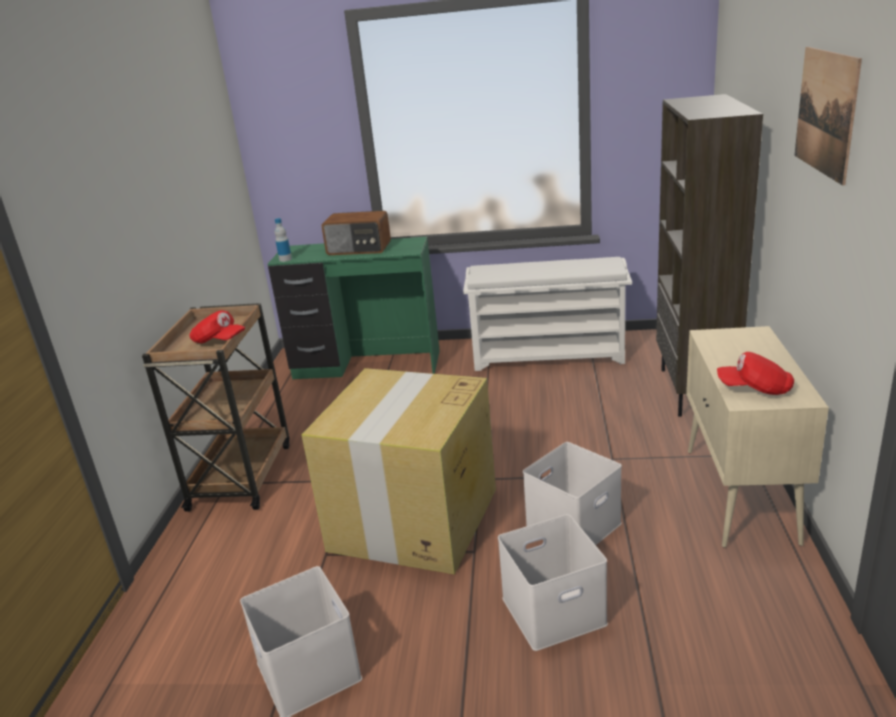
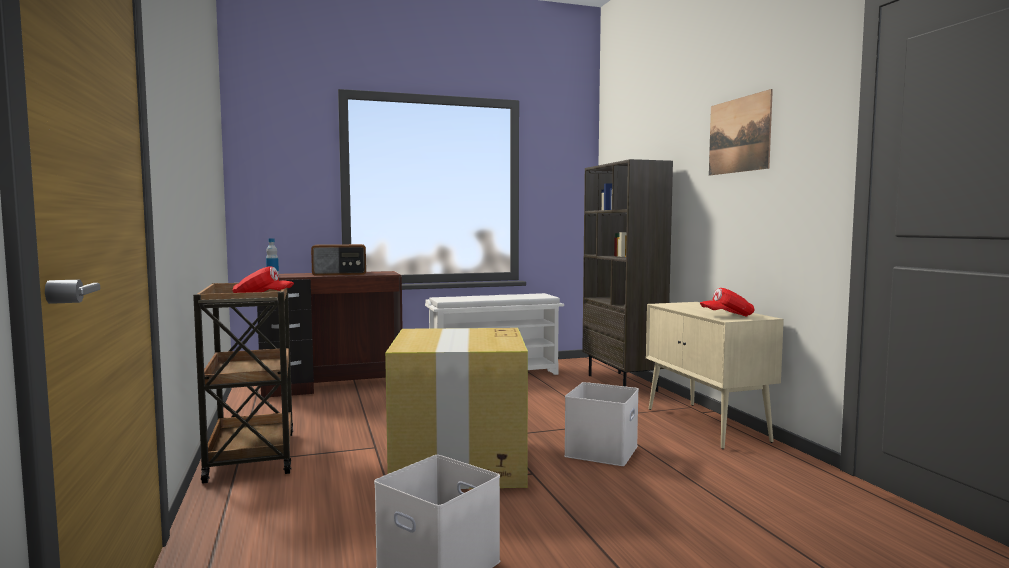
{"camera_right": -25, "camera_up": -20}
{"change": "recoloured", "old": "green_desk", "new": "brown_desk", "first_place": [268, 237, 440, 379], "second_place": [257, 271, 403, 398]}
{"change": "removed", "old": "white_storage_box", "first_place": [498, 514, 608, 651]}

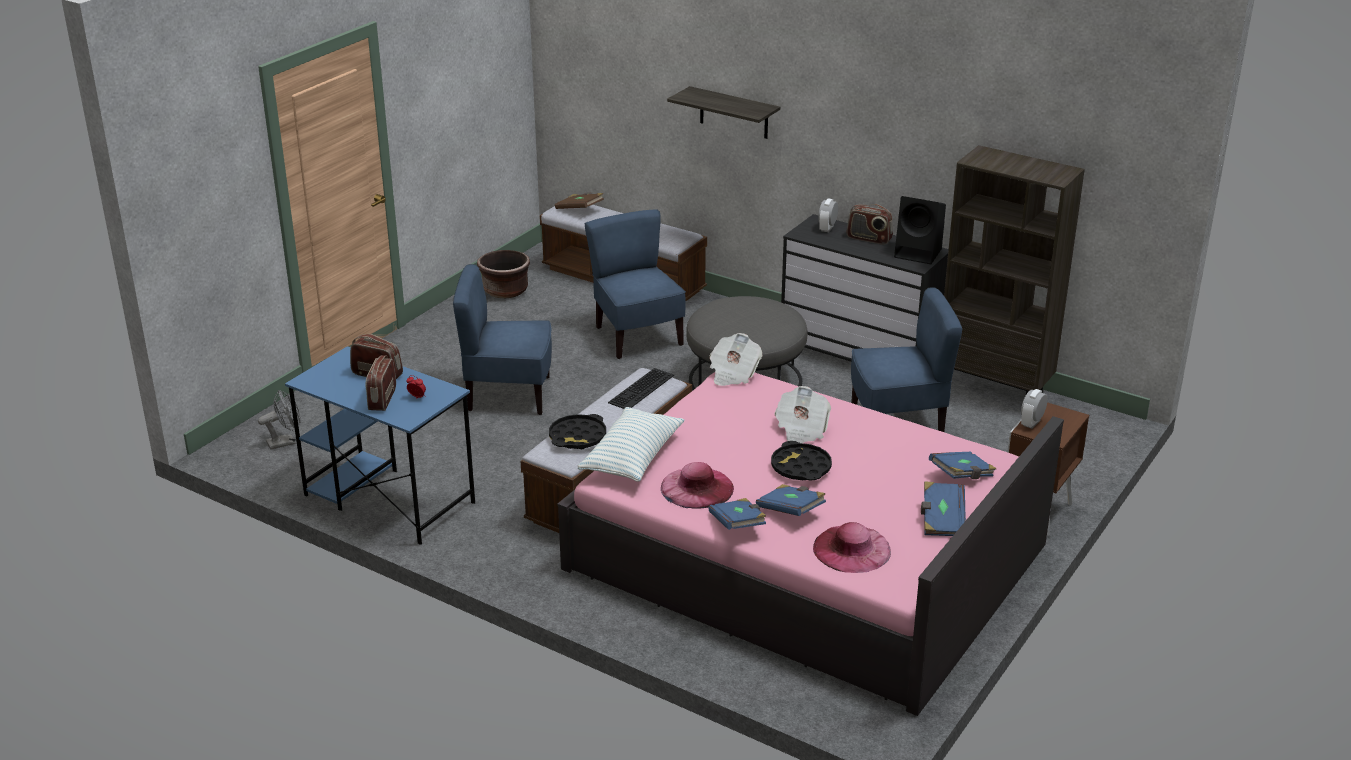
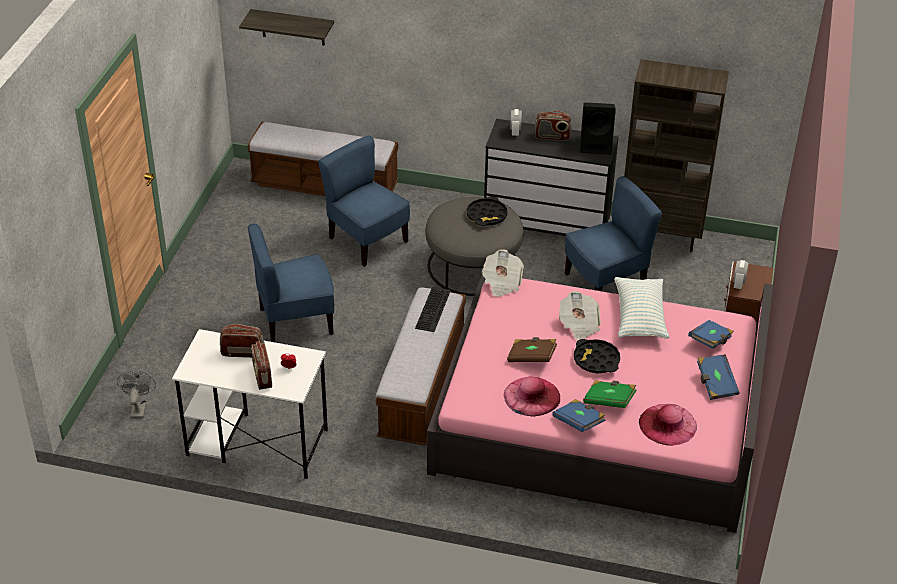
{"camera_right": -20, "camera_up": 10}
{"change": "turned", "old": "grey_fan", "first_place": [258, 390, 300, 450], "second_place": [117, 370, 156, 419], "degrees": -45}
{"change": "recoloured", "old": "blue_desk", "new": "white_desk", "first_place": [285, 346, 475, 545], "second_place": [172, 329, 328, 479]}
{"change": "removed", "old": "brown_planter", "first_place": [477, 250, 530, 298]}
{"change": "moved", "old": "black_tray", "first_place": [549, 414, 606, 449], "second_place": [467, 196, 508, 226]}
{"change": "moved", "old": "brown_book", "first_place": [555, 192, 604, 209], "second_place": [507, 337, 557, 362]}
{"change": "moved", "old": "pillow", "first_place": [578, 407, 685, 481], "second_place": [614, 277, 669, 339]}
{"change": "moved", "old": "shelf", "first_place": [667, 86, 780, 139], "second_place": [239, 9, 334, 45]}
{"change": "recoloured", "old": "blue_book", "new": "green_book", "first_place": [756, 484, 826, 516], "second_place": [583, 380, 637, 408]}

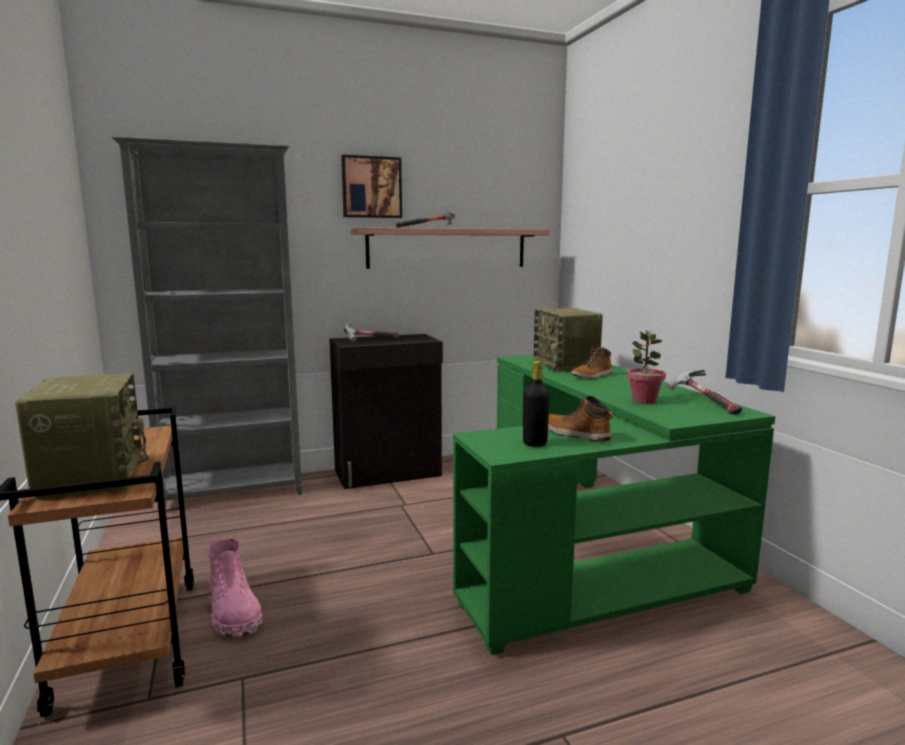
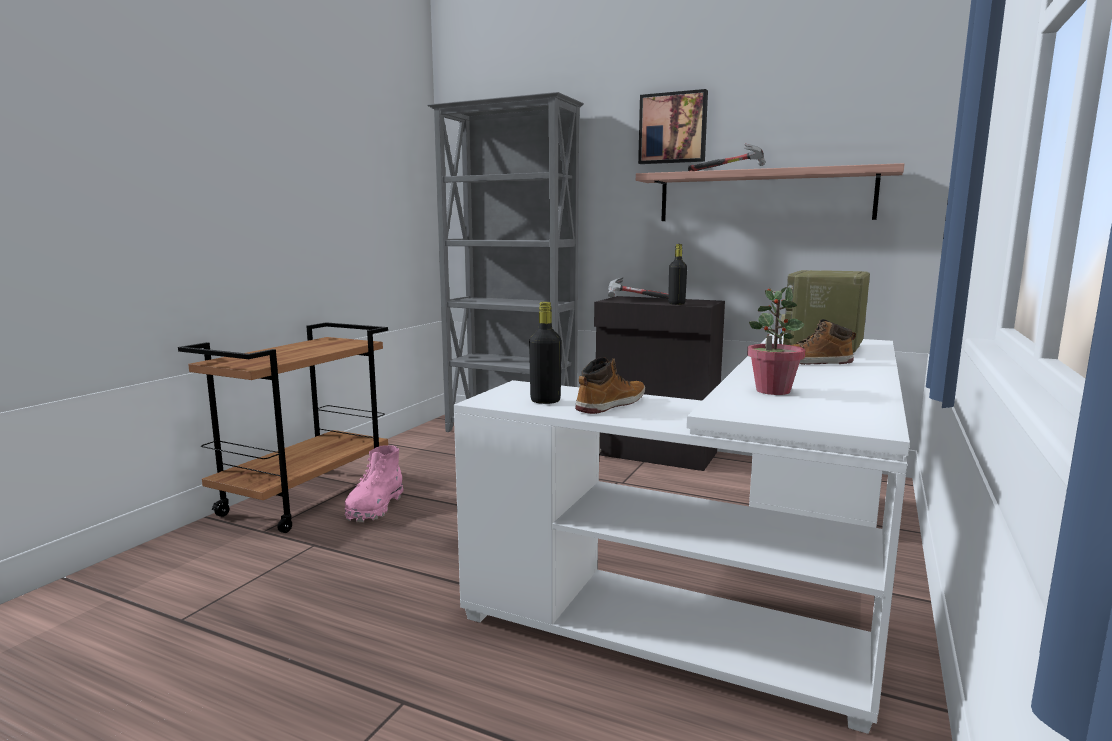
{"camera_right": 45, "camera_up": 0}
{"change": "removed", "old": "radio", "first_place": [15, 373, 149, 500]}
{"change": "recoloured", "old": "green_desk", "new": "white_desk", "first_place": [453, 355, 775, 655], "second_place": [454, 333, 910, 734]}
{"change": "turned", "old": "boot", "first_place": [548, 396, 613, 442], "second_place": [575, 357, 645, 414], "degrees": 45}
{"change": "removed", "old": "hammer", "first_place": [667, 370, 742, 415]}
{"change": "added", "new": "black_bottle", "second_place": [668, 244, 687, 305]}

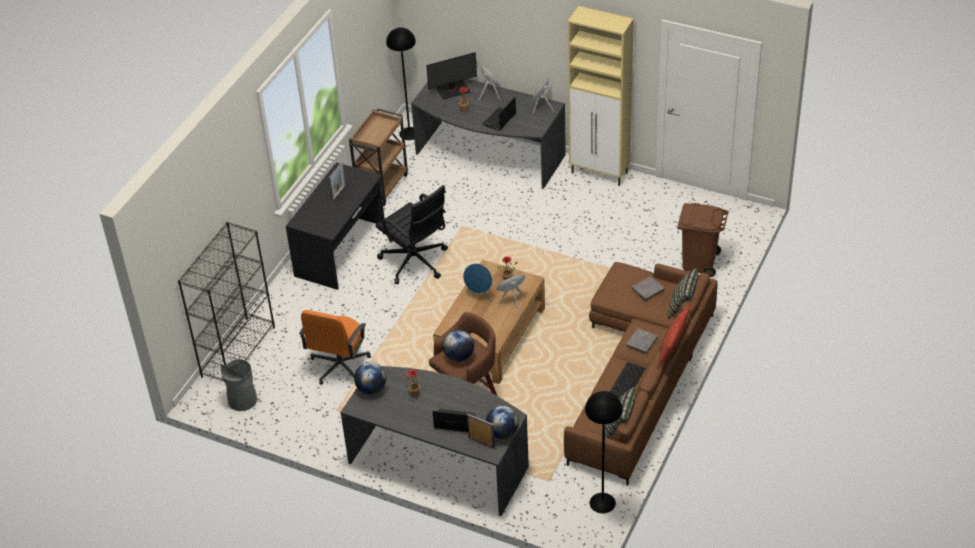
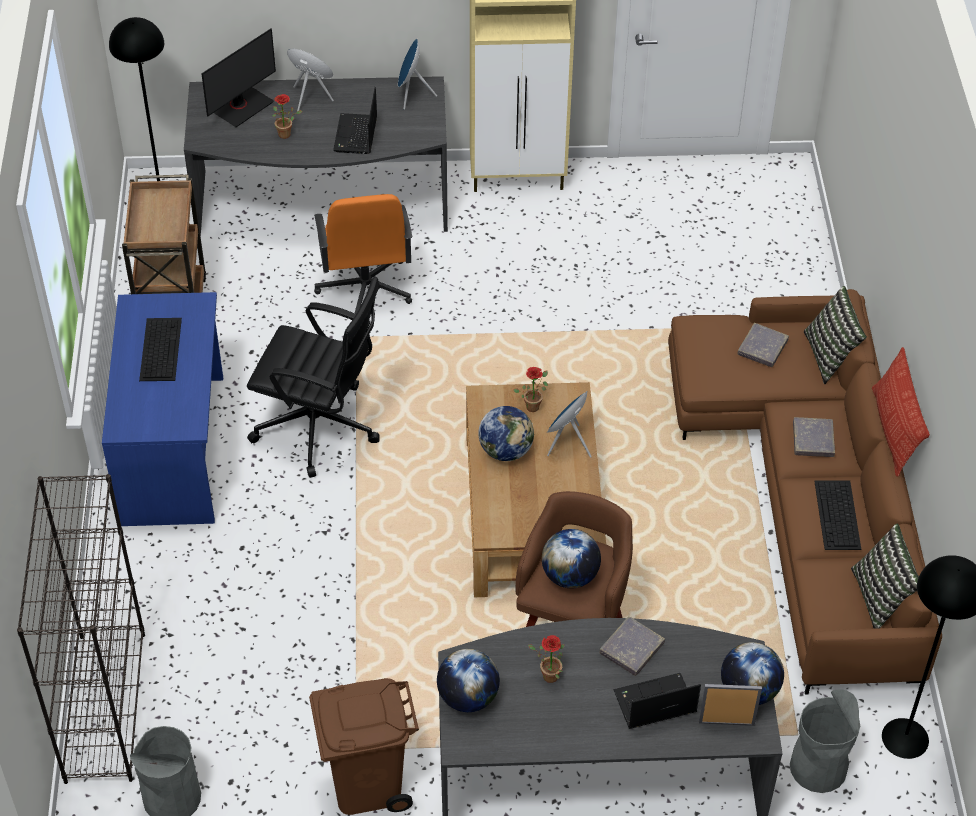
{"camera_right": -30, "camera_up": 5}
{"change": "recoloured", "old": "black_desk", "new": "blue_desk", "first_place": [286, 162, 384, 290], "second_place": [102, 292, 223, 526]}
{"change": "moved", "old": "orange_office_chair", "first_place": [299, 310, 371, 385], "second_place": [314, 194, 412, 314]}
{"change": "replaced", "old": "picture_frame", "new": "keyboard", "first_place": [329, 162, 346, 201], "second_place": [139, 318, 182, 381]}
{"change": "replaced", "old": "blue_speaker", "new": "globe", "first_place": [463, 263, 493, 301], "second_place": [478, 406, 534, 462]}
{"change": "moved", "old": "brown_trash_can", "first_place": [677, 203, 729, 277], "second_place": [309, 678, 419, 815]}
{"change": "added", "new": "grey_book", "second_place": [599, 616, 665, 676]}
{"change": "added", "new": "grey_trash_can", "second_place": [790, 689, 860, 793]}

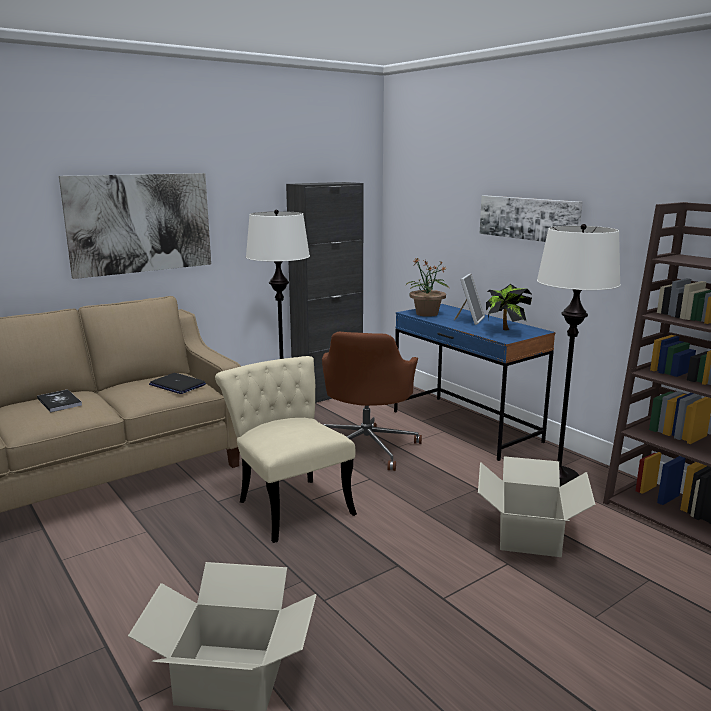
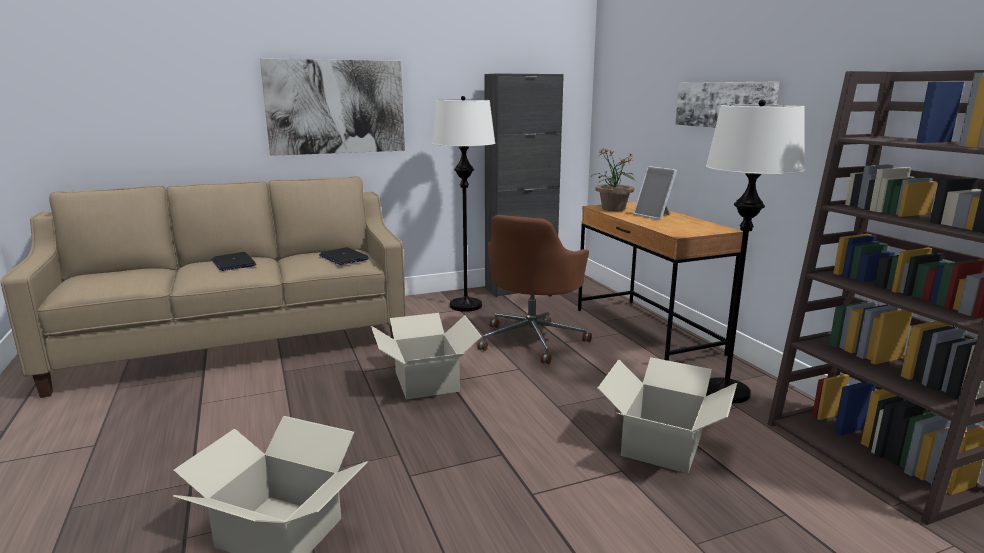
{"camera_right": 15, "camera_up": 0}
{"change": "replaced", "old": "book", "new": "laptop", "first_place": [37, 389, 82, 412], "second_place": [211, 252, 256, 271]}
{"change": "replaced", "old": "beige_chair", "new": "cardboard_box", "first_place": [215, 356, 357, 543], "second_place": [371, 313, 482, 400]}
{"change": "recoloured", "old": "blue_desk", "new": "brown_desk", "first_place": [394, 304, 555, 461], "second_place": [578, 202, 743, 361]}
{"change": "turned", "old": "picture_frame", "first_place": [454, 273, 485, 325], "second_place": [633, 166, 677, 220], "degrees": 105}
{"change": "removed", "old": "potted_plant", "first_place": [486, 284, 532, 330]}

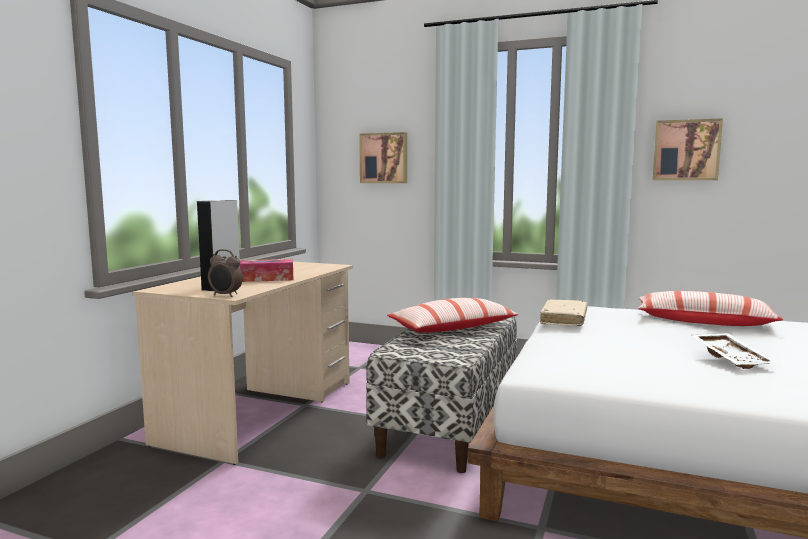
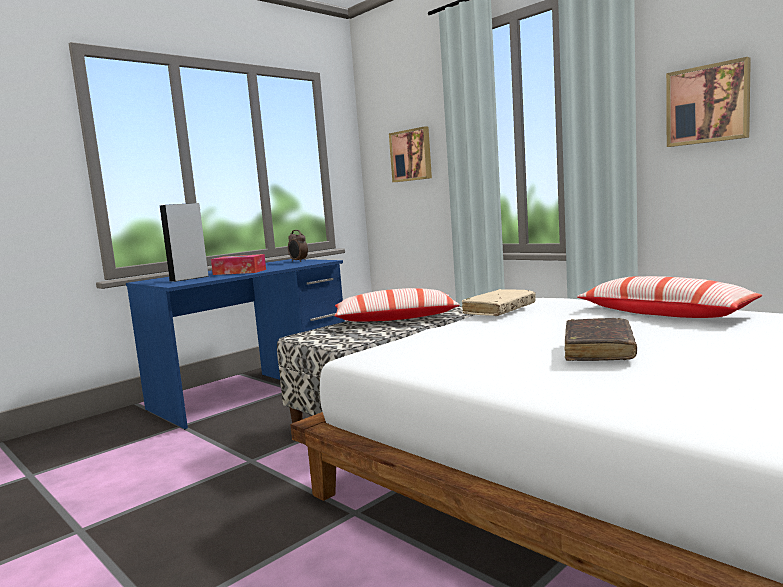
{"camera_right": 25, "camera_up": 0}
{"change": "recoloured", "old": "beige_desk", "new": "blue_desk", "first_place": [133, 262, 353, 465], "second_place": [126, 259, 345, 430]}
{"change": "moved", "old": "alarm_clock", "first_place": [208, 249, 243, 297], "second_place": [288, 230, 308, 262]}
{"change": "replaced", "old": "white_tray", "new": "brown_book", "first_place": [692, 333, 778, 369], "second_place": [565, 318, 637, 361]}

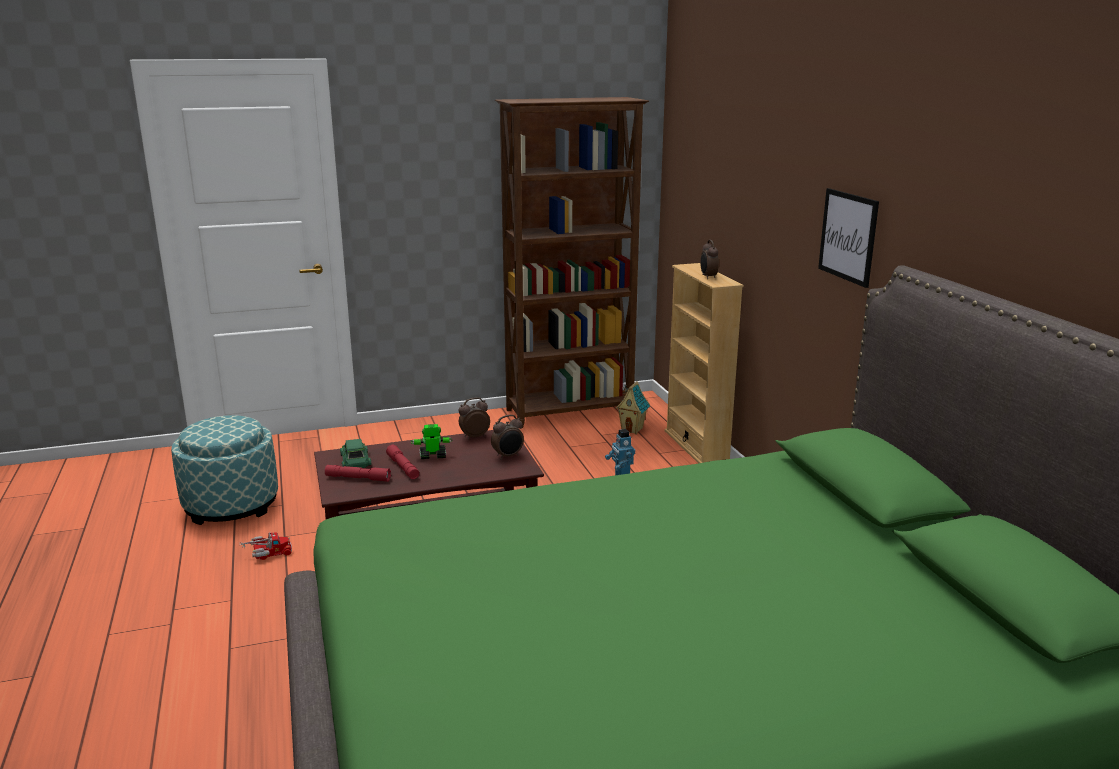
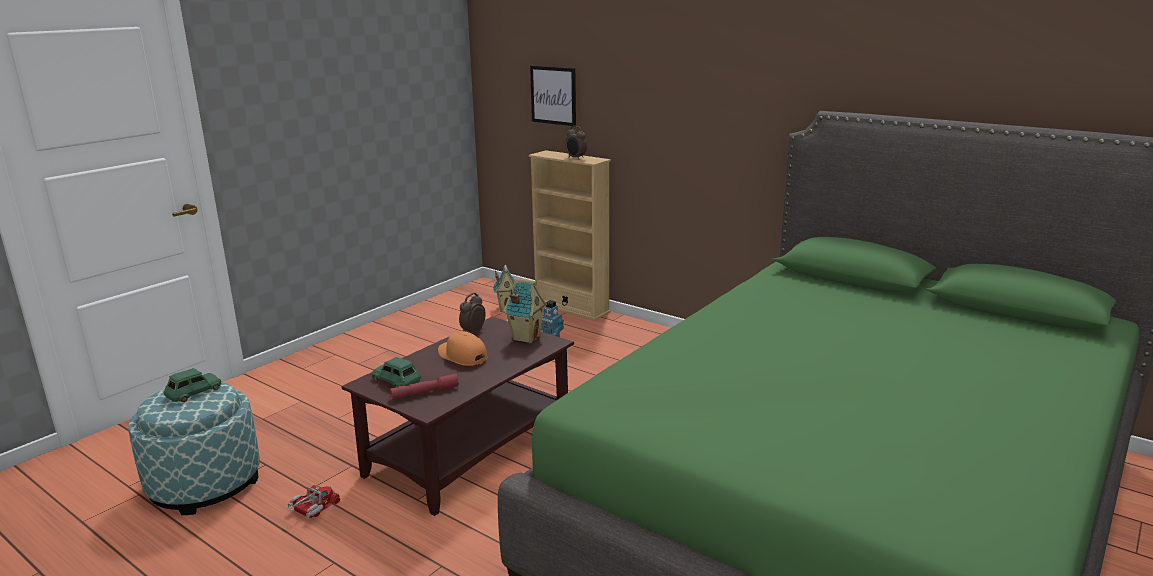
{"camera_right": -35, "camera_up": 0}
{"change": "removed", "old": "red_flashlight", "first_place": [386, 444, 419, 479]}
{"change": "replaced", "old": "toy_robot", "new": "orange_cap", "first_place": [411, 424, 453, 459], "second_place": [438, 331, 487, 366]}
{"change": "replaced", "old": "alarm_clock", "new": "toy_house", "first_place": [491, 415, 524, 460], "second_place": [503, 278, 547, 343]}
{"change": "removed", "old": "brown_bookcase", "first_place": [495, 97, 649, 428]}
{"change": "moved", "old": "picture", "first_place": [818, 188, 879, 288], "second_place": [530, 66, 576, 126]}
{"change": "added", "new": "green_toy_car", "second_place": [163, 368, 222, 402]}

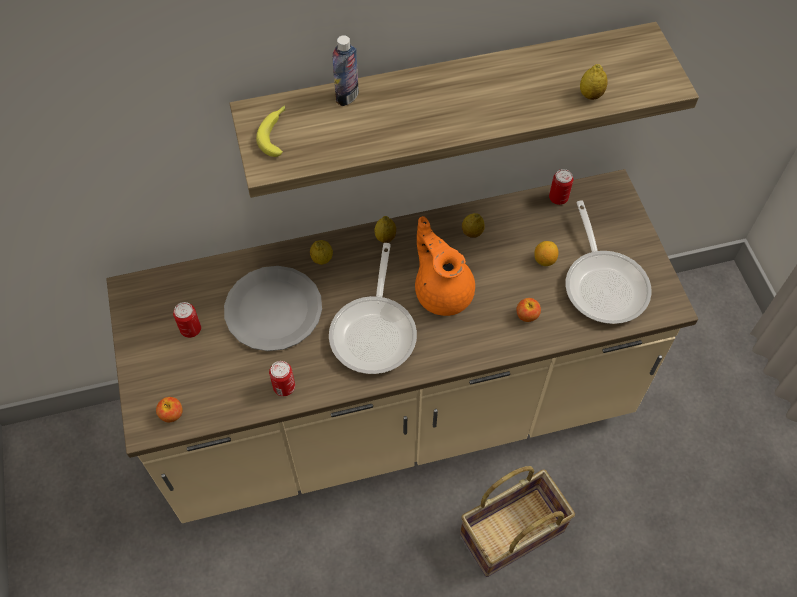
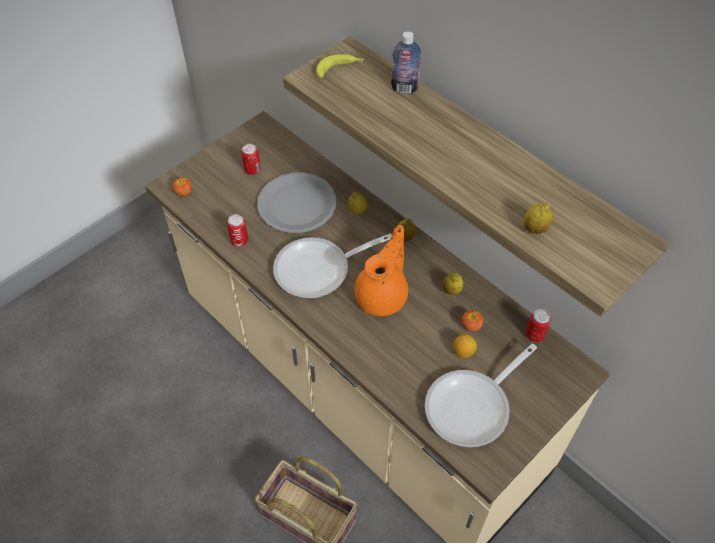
{"camera_right": 60, "camera_up": -5}
{"change": "moved", "old": "apple", "first_place": [516, 298, 541, 322], "second_place": [462, 310, 483, 332]}

